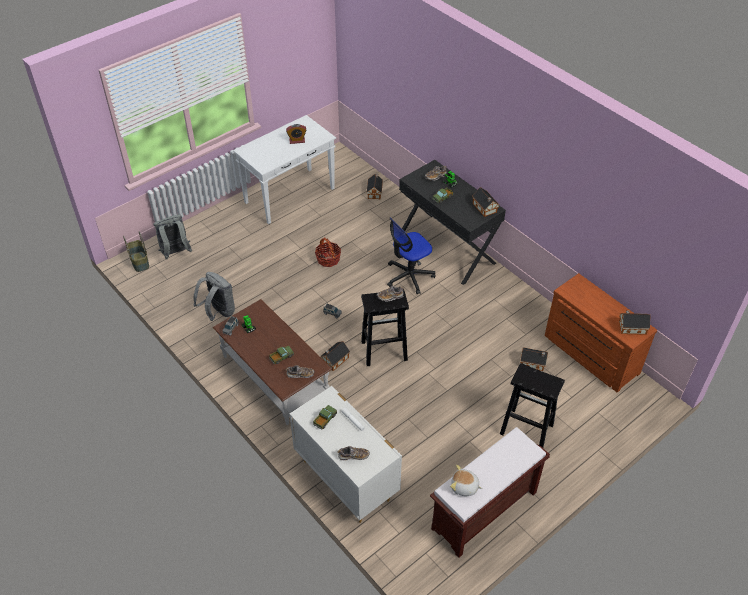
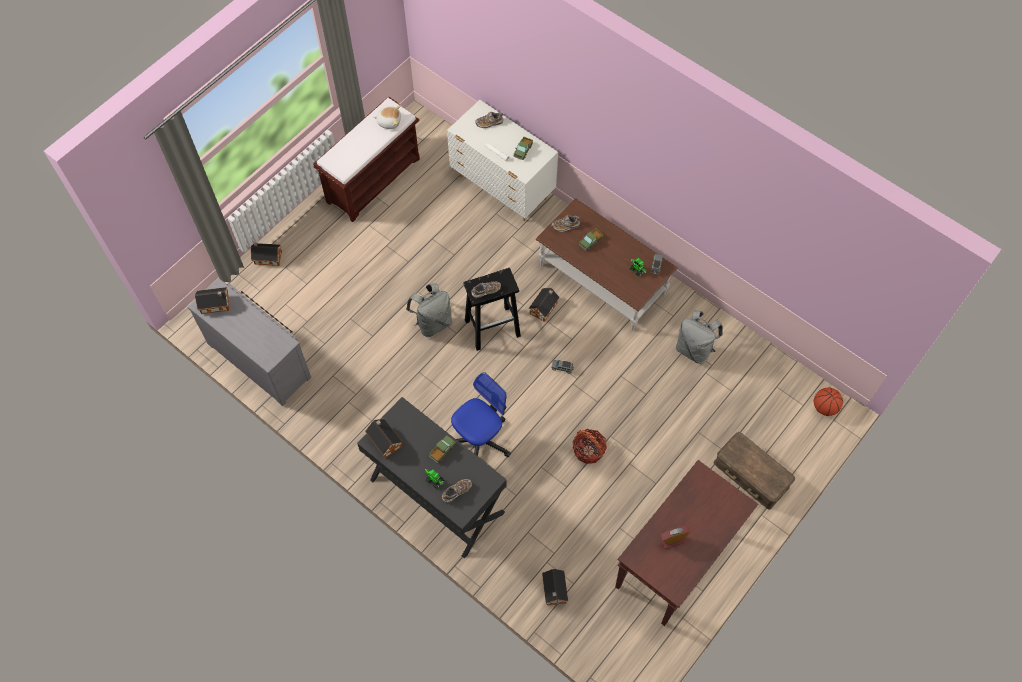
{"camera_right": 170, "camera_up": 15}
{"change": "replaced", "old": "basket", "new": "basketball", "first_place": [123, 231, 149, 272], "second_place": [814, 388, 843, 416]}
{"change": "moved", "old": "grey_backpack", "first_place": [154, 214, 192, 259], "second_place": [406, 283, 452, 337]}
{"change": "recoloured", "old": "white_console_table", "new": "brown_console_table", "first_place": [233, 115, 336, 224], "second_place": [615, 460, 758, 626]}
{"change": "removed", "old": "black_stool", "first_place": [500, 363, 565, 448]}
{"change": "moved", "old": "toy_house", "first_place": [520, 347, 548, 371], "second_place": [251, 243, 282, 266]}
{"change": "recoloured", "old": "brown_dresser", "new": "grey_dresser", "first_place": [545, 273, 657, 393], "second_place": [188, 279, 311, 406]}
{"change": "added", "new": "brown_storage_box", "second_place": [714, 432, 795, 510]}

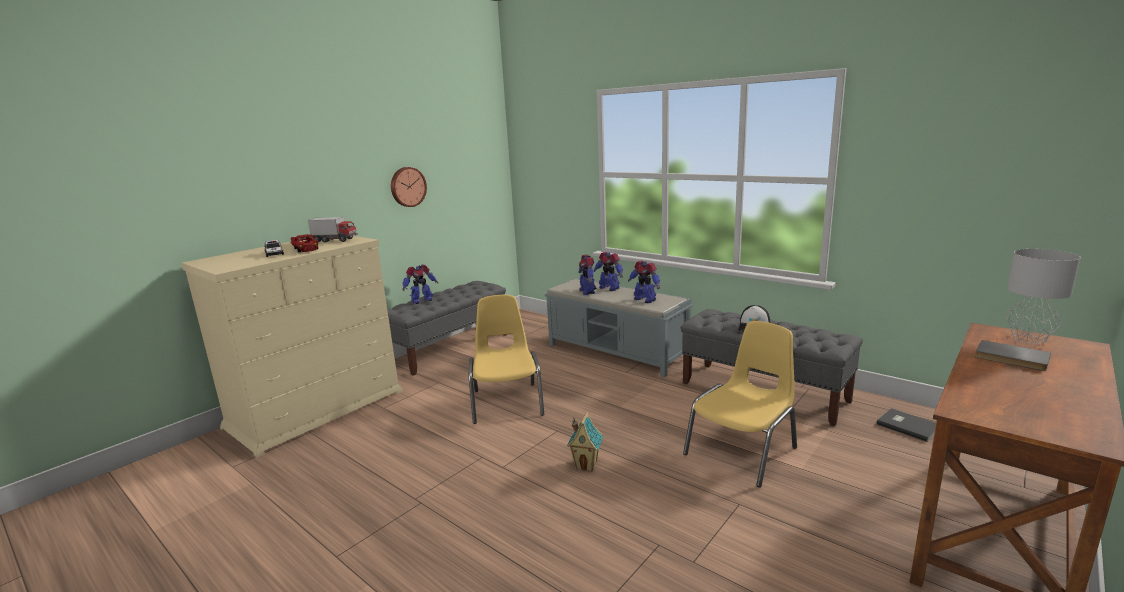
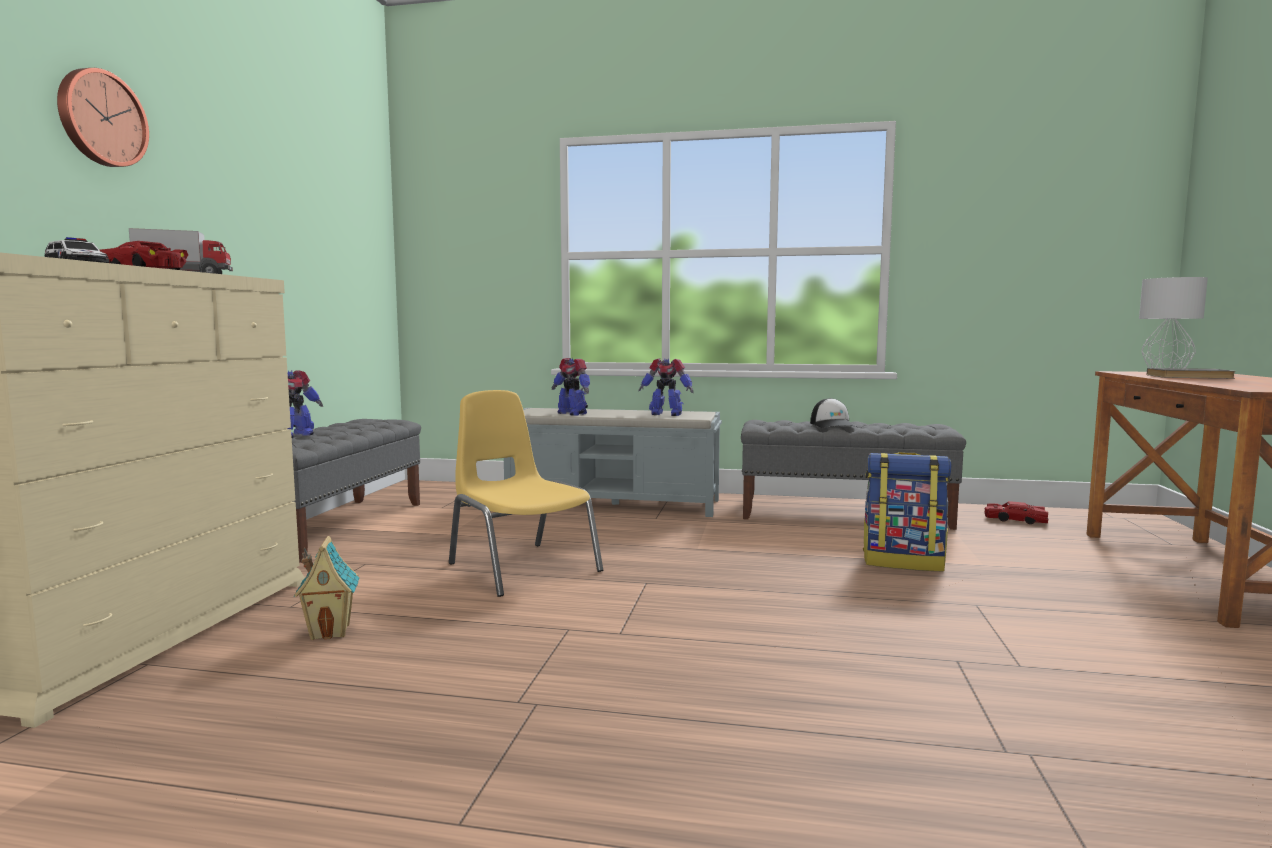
{"camera_right": -30, "camera_up": -10}
{"change": "moved", "old": "wall_clock", "first_place": [391, 167, 427, 207], "second_place": [57, 68, 149, 167]}
{"change": "moved", "old": "toy_house", "first_place": [567, 412, 603, 471], "second_place": [293, 536, 360, 640]}
{"change": "removed", "old": "toy_robot", "first_place": [594, 252, 623, 291]}
{"change": "replaced", "old": "yellow_chair", "new": "backpack", "first_place": [683, 321, 797, 488], "second_place": [863, 452, 951, 571]}
{"change": "replaced", "old": "grey_book", "new": "red_toy_car", "first_place": [877, 408, 936, 442], "second_place": [985, 501, 1049, 524]}

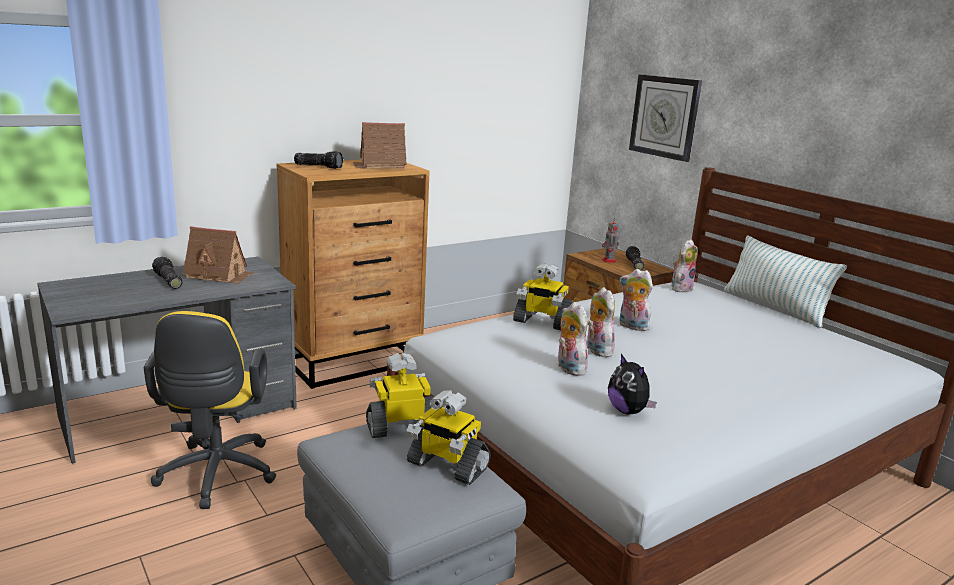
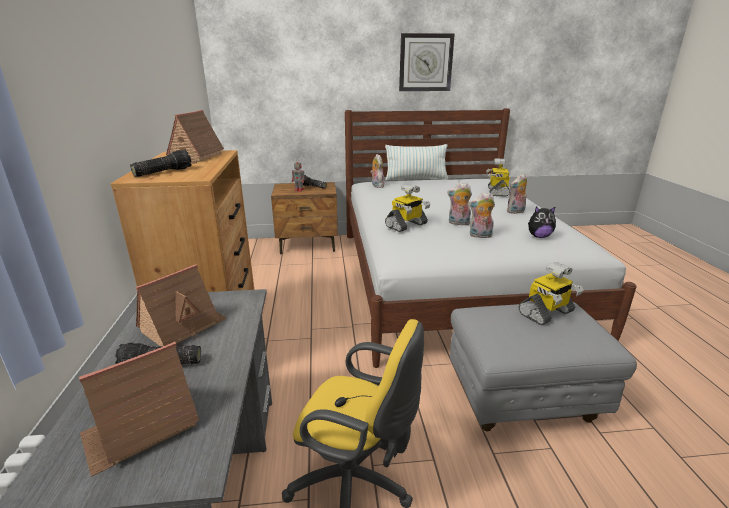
{"camera_right": -60, "camera_up": 5}
{"change": "moved", "old": "toy_robot", "first_place": [366, 353, 435, 438], "second_place": [486, 158, 510, 197]}
{"change": "moved", "old": "plush_toy", "first_place": [619, 269, 653, 331], "second_place": [507, 174, 527, 214]}
{"change": "moved", "old": "wall_clock", "first_place": [629, 74, 702, 162], "second_place": [399, 33, 455, 91]}
{"change": "added", "new": "toy_house", "second_place": [79, 342, 199, 477]}

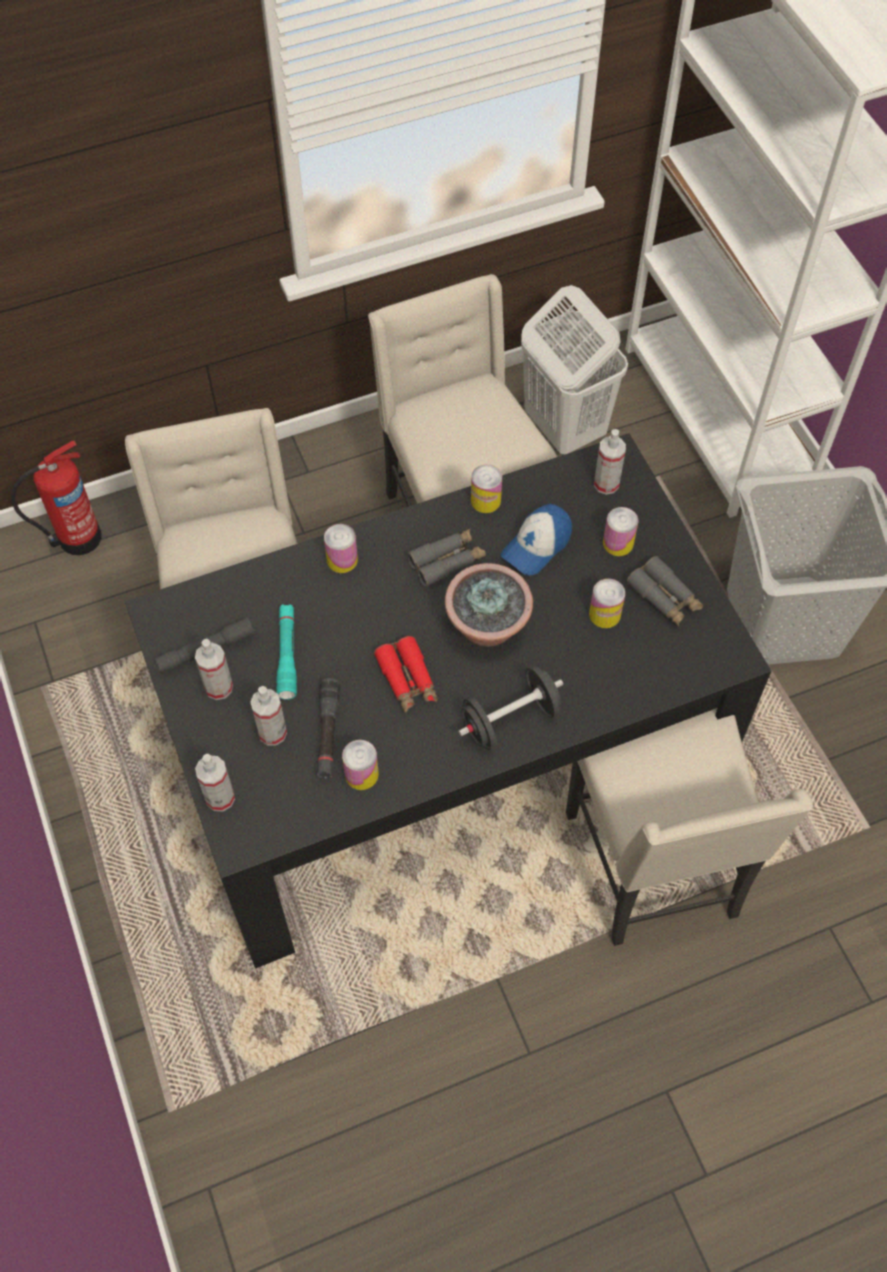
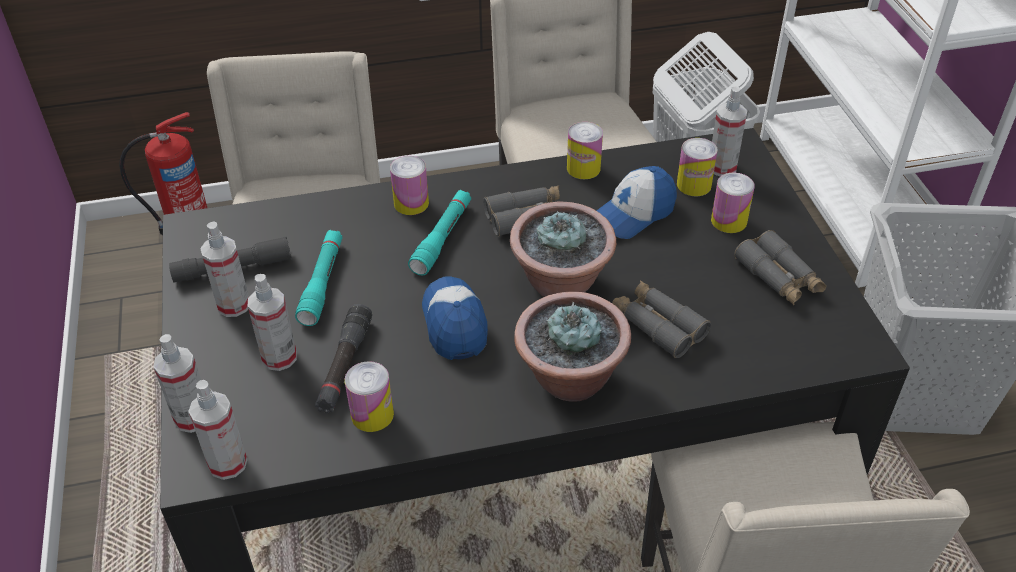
{"camera_right": 10, "camera_up": -15}
{"change": "replaced", "old": "red_binoculars", "new": "cap", "first_place": [374, 636, 438, 712], "second_place": [422, 276, 488, 360]}
{"change": "replaced", "old": "black_dumbbell", "new": "potted_plant", "first_place": [458, 665, 563, 750], "second_place": [514, 292, 631, 402]}
{"change": "moved", "old": "can", "first_place": [589, 579, 625, 628], "second_place": [677, 138, 718, 196]}
{"change": "added", "new": "spray_bottle", "second_place": [188, 380, 248, 480]}
{"change": "added", "new": "turquoise_flashlight", "second_place": [408, 190, 471, 275]}
{"change": "added", "new": "grey_binoculars", "second_place": [612, 280, 711, 358]}

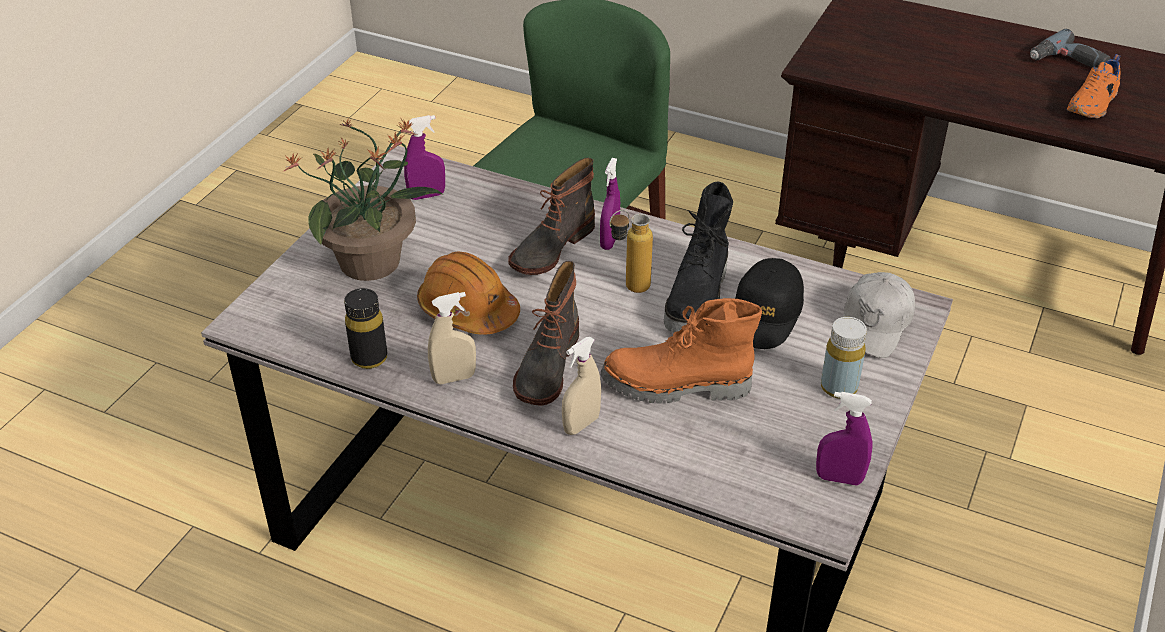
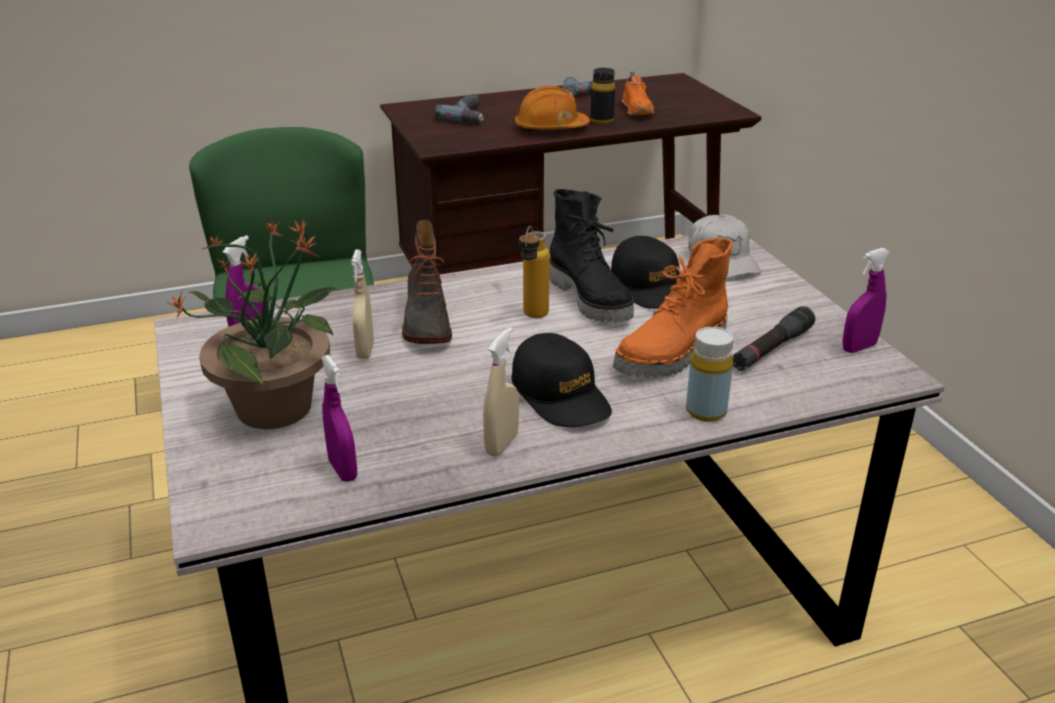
{"camera_right": -45, "camera_up": -10}
{"change": "moved", "old": "black_bottle", "first_place": [344, 288, 387, 369], "second_place": [590, 68, 615, 124]}
{"change": "moved", "old": "orange_hard_hat", "first_place": [417, 251, 520, 335], "second_place": [515, 86, 590, 132]}
{"change": "replaced", "old": "boot", "new": "black_cap", "first_place": [513, 261, 579, 405], "second_place": [511, 333, 612, 427]}
{"change": "moved", "old": "beige_spray_bottle", "first_place": [562, 337, 601, 435], "second_place": [351, 249, 374, 359]}
{"change": "moved", "old": "purple_spray_bottle", "first_place": [600, 158, 620, 250], "second_place": [321, 355, 357, 482]}
{"change": "moved", "old": "yellow_bottle", "first_place": [821, 317, 867, 399], "second_place": [686, 327, 734, 422]}
{"change": "added", "new": "power_drill", "second_place": [435, 94, 484, 123]}
{"change": "added", "new": "black_flashlight", "second_place": [732, 306, 816, 371]}

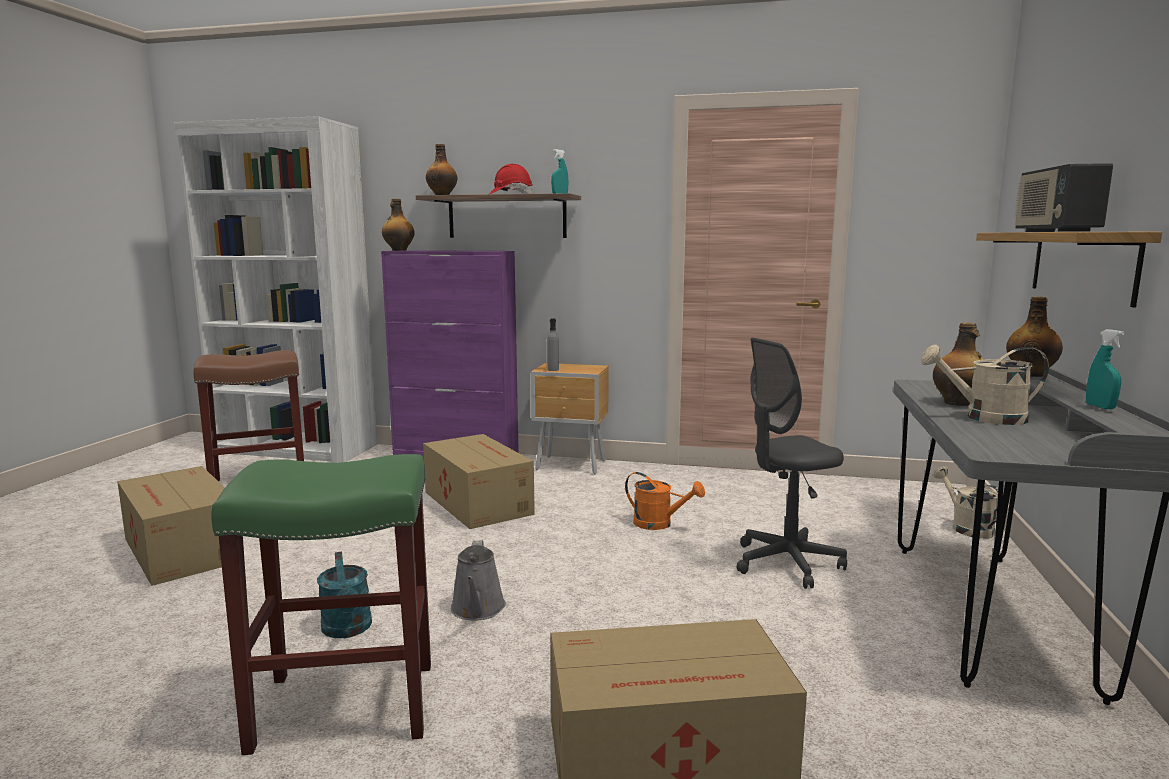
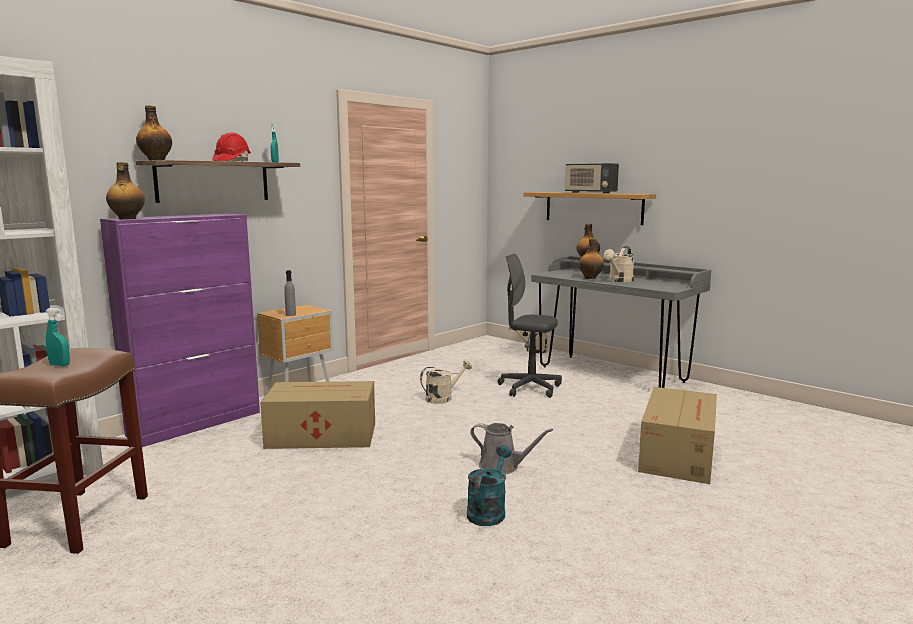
{"camera_right": -60, "camera_up": 0}
{"change": "removed", "old": "cardboard_box", "first_place": [117, 466, 225, 586]}
{"change": "removed", "old": "green_stool", "first_place": [211, 454, 431, 755]}
{"change": "turned", "old": "turquoise_watering_can", "first_place": [317, 551, 372, 638], "second_place": [467, 445, 512, 526], "degrees": -75}
{"change": "recoloured", "old": "orange_watering_can", "new": "beige_watering_can", "first_place": [625, 472, 705, 530], "second_place": [420, 360, 472, 404]}
{"change": "turned", "old": "grey_office_chair", "first_place": [736, 337, 847, 589], "second_place": [498, 253, 562, 398], "degrees": 105}
{"change": "moved", "old": "turquoise_spray_bottle", "first_place": [1086, 329, 1125, 409], "second_place": [46, 308, 70, 366]}

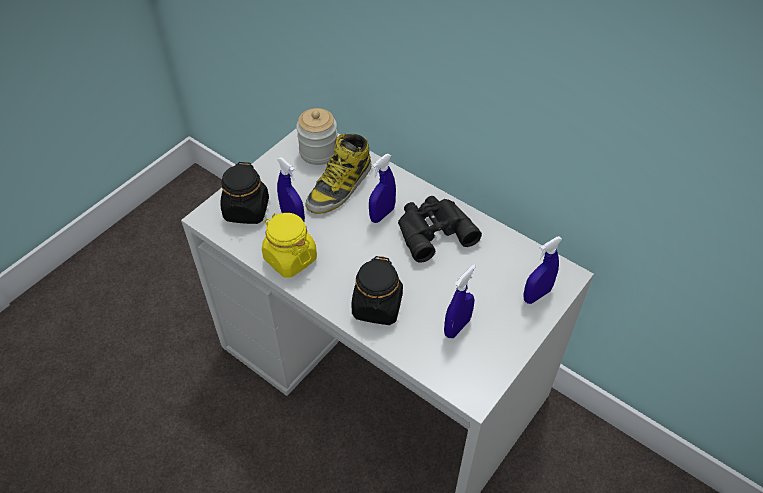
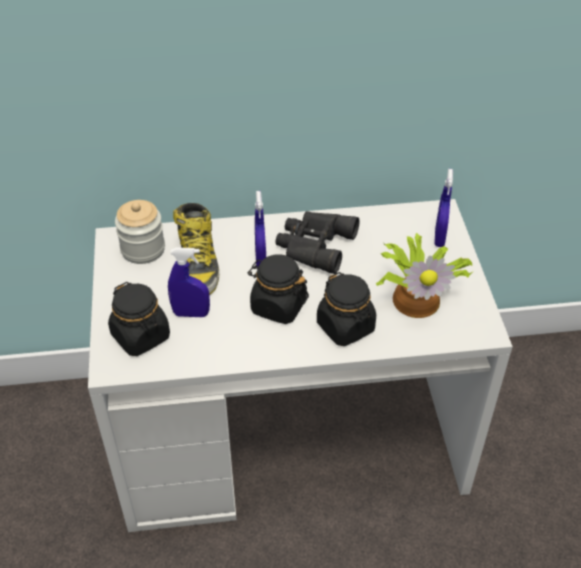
{"camera_right": -45, "camera_up": -5}
{"change": "removed", "old": "yellow_jar", "first_place": [262, 213, 317, 278]}
{"change": "replaced", "old": "blue_spray_bottle", "new": "potted_plant", "first_place": [444, 264, 476, 338], "second_place": [376, 233, 472, 318]}
{"change": "added", "new": "black_jar", "second_place": [247, 254, 309, 324]}

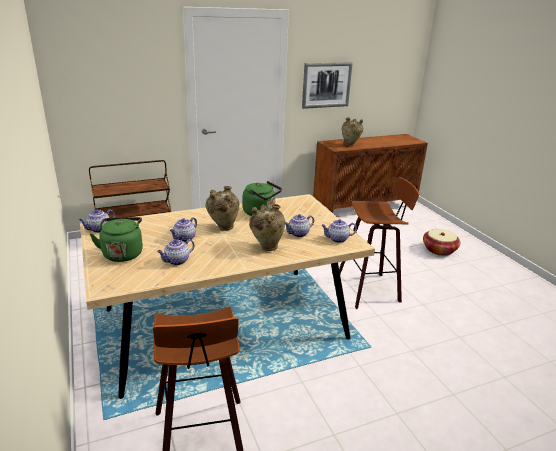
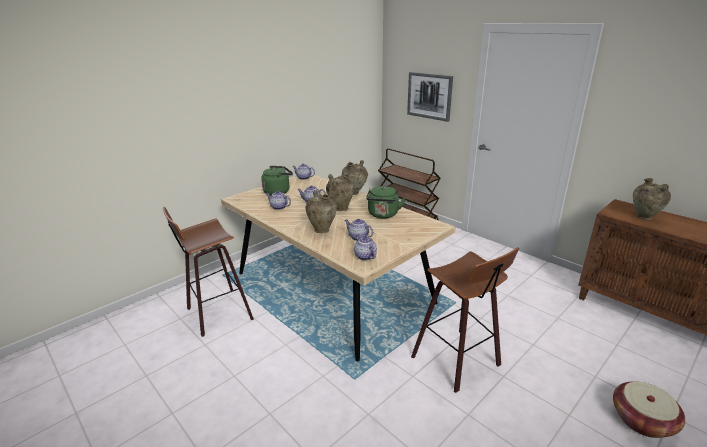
{"camera_right": 70, "camera_up": 0}
{"change": "moved", "old": "picture", "first_place": [302, 63, 353, 109], "second_place": [407, 72, 453, 122]}
{"change": "added", "new": "beige_vase", "second_place": [342, 160, 368, 195]}

